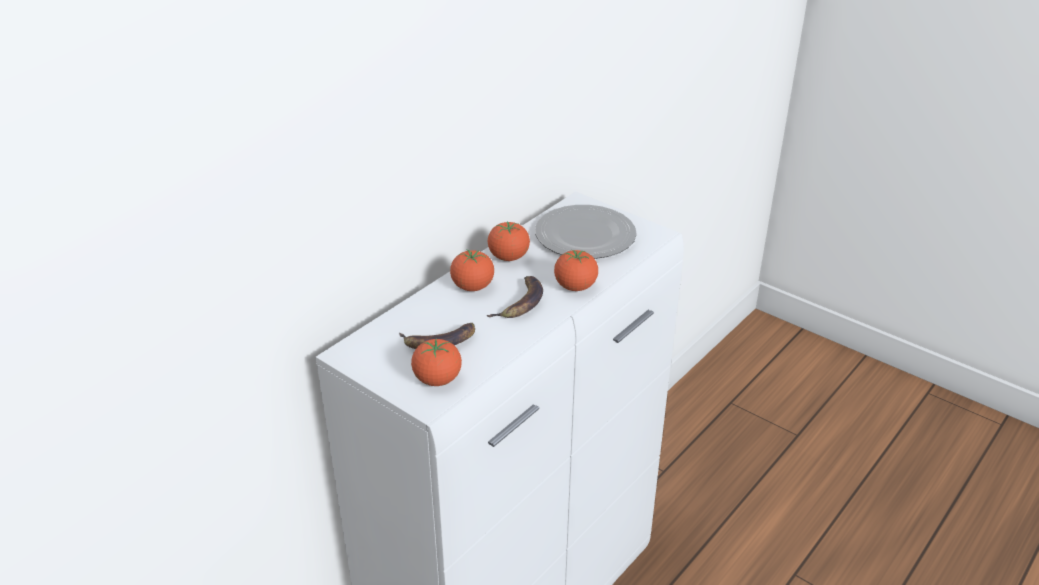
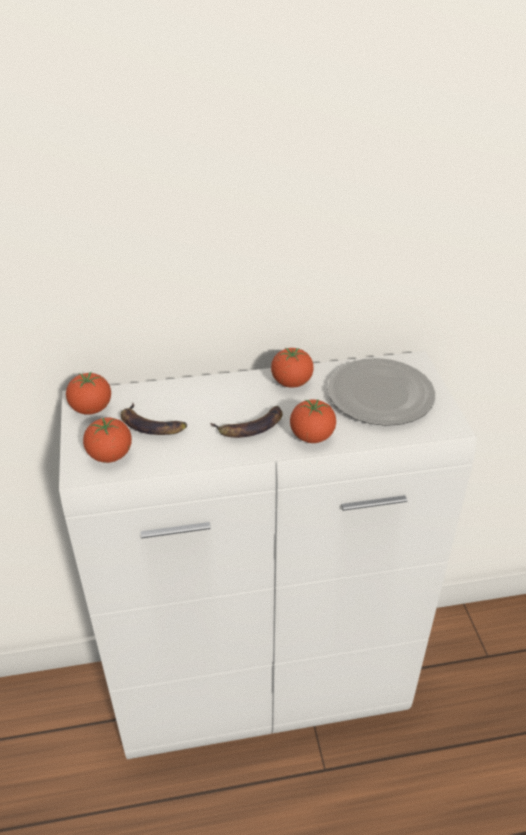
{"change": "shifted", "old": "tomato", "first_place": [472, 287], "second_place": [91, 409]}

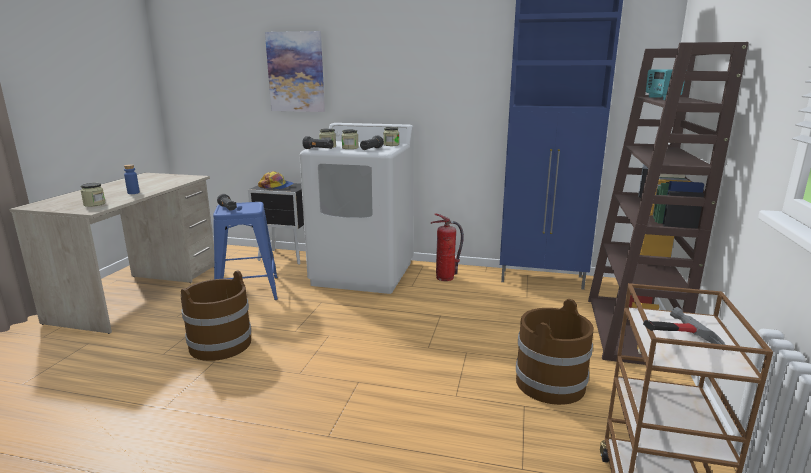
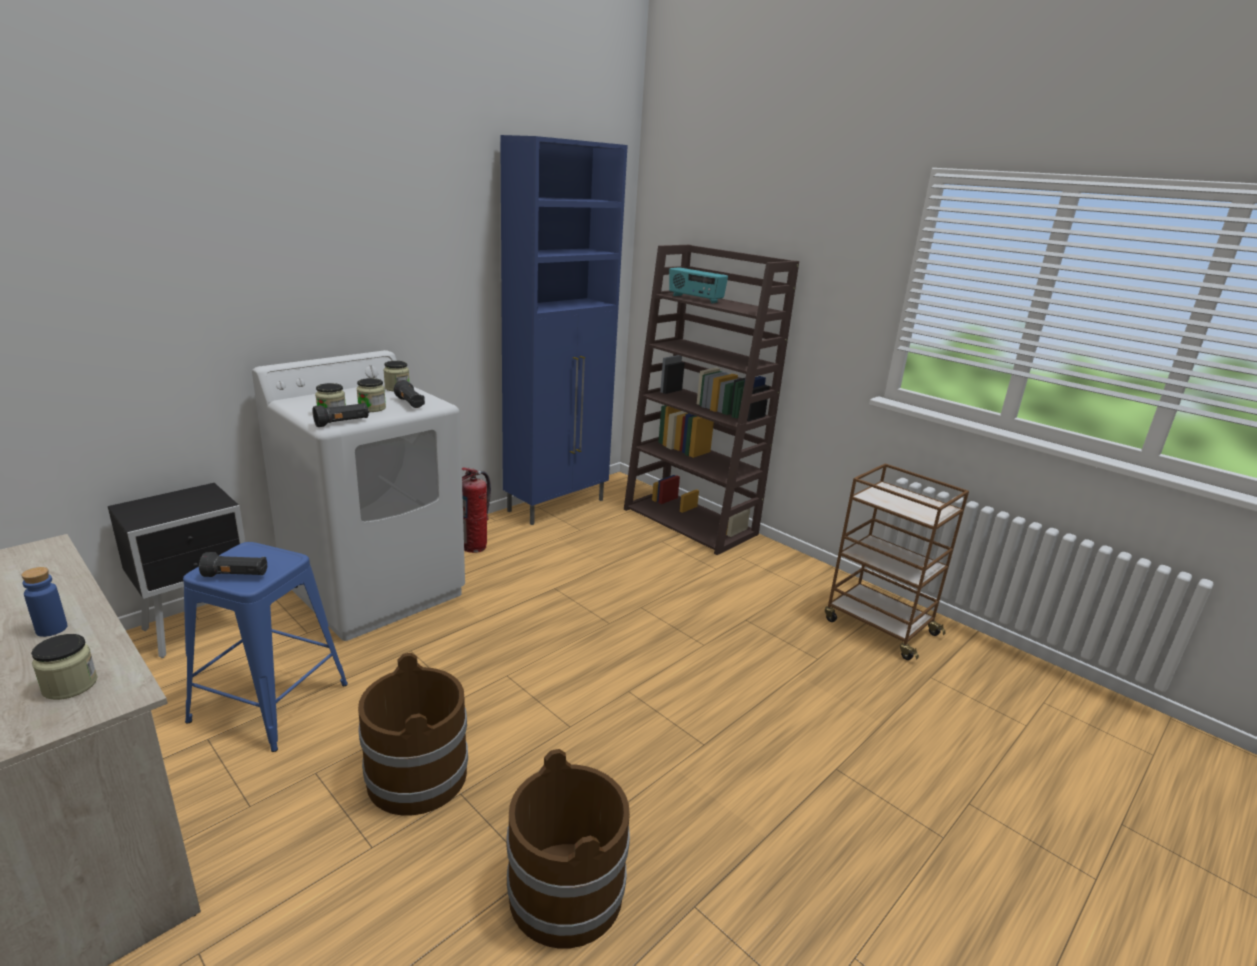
{"change": "gone", "old": "picture", "first_place": [296, 72]}
{"change": "gone", "old": "cap", "first_place": [276, 186]}
{"change": "shifted", "old": "bucket (brown)", "first_place": [550, 383], "second_place": [565, 892]}
{"change": "gone", "old": "hammer", "first_place": [673, 346]}

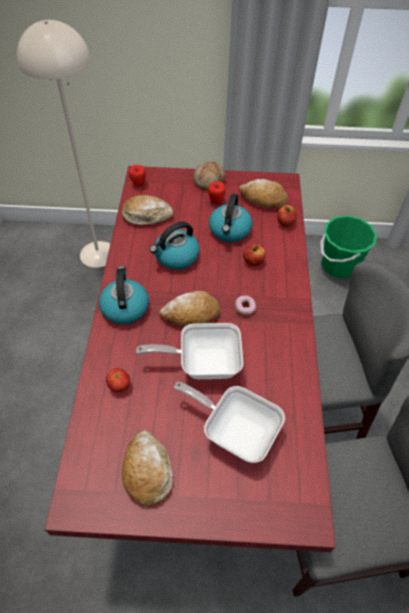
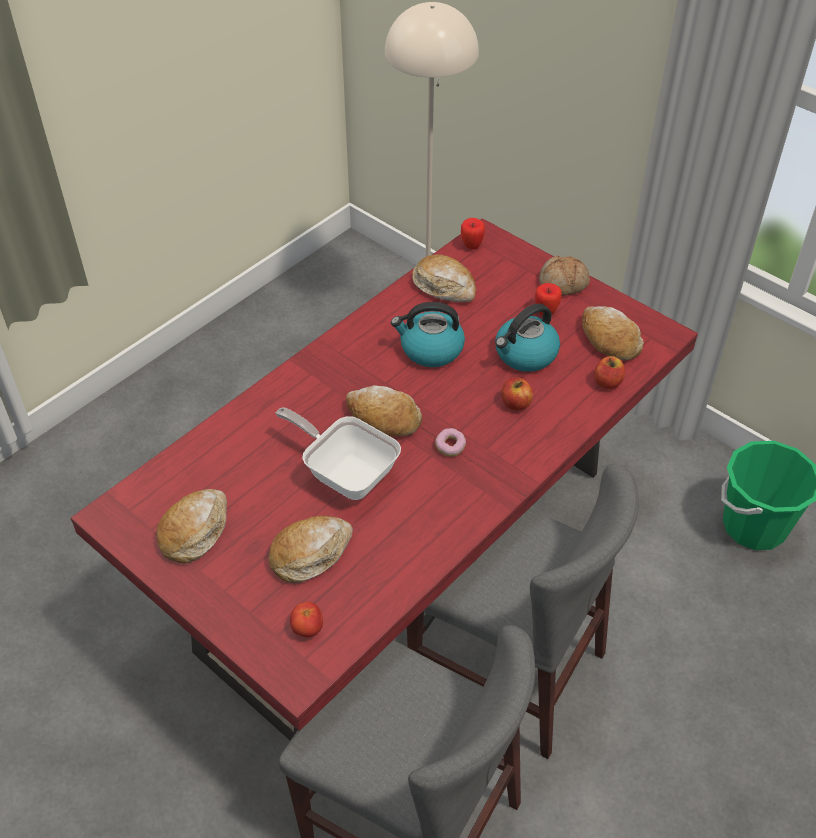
{"change": "gone", "old": "kettle", "first_place": [124, 307]}
{"change": "shifted", "old": "tomato", "first_place": [119, 386], "second_place": [307, 628]}
{"change": "swapped", "old": "frying pan", "new": "bread", "first_place": [235, 431], "second_place": [311, 554]}

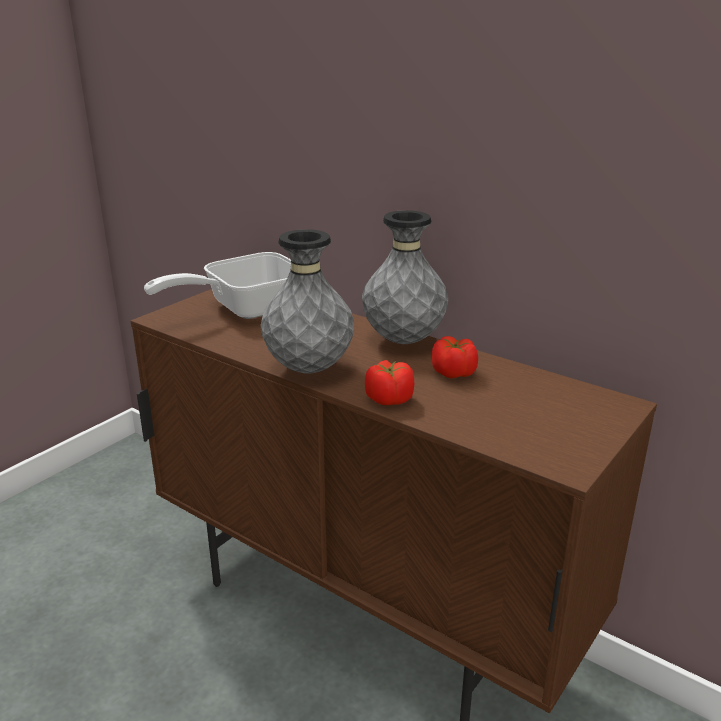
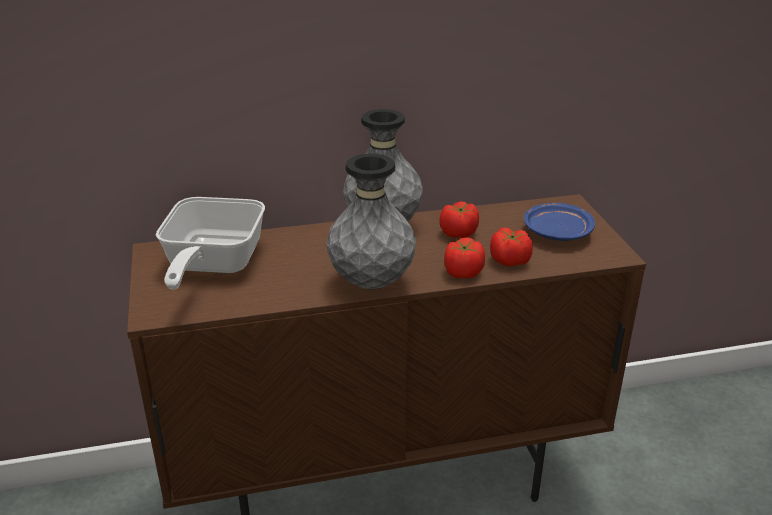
{"change": "new", "new": "plate (blue)", "second_place": [557, 232]}
{"change": "new", "new": "tomato", "second_place": [510, 261]}

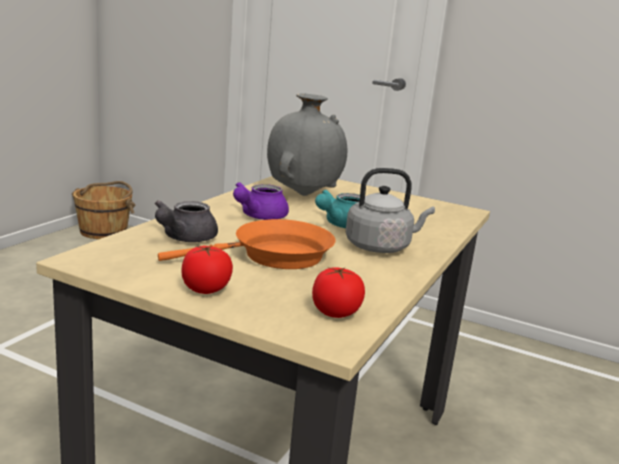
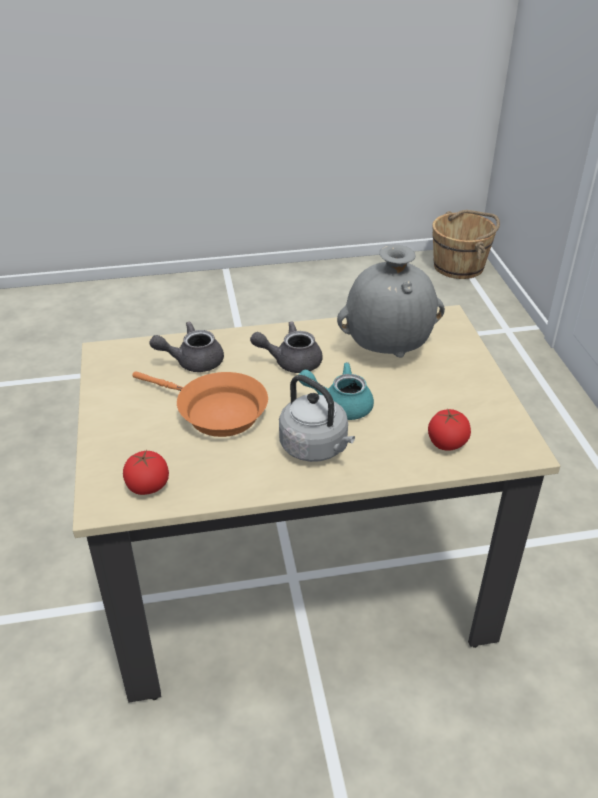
{"change": "repainted", "old": "teapot (purple)", "new": "teapot (grey)", "first_place": [258, 216], "second_place": [291, 361]}
{"change": "shifted", "old": "tomato", "first_place": [206, 289], "second_place": [446, 443]}

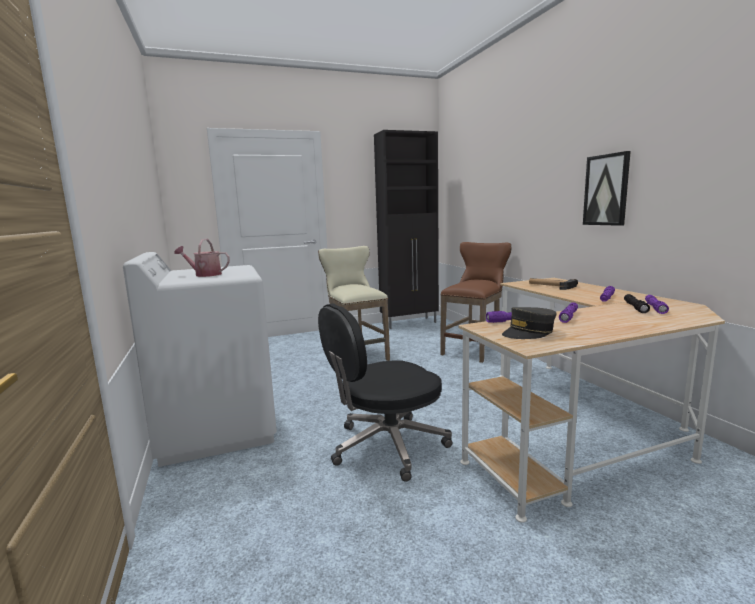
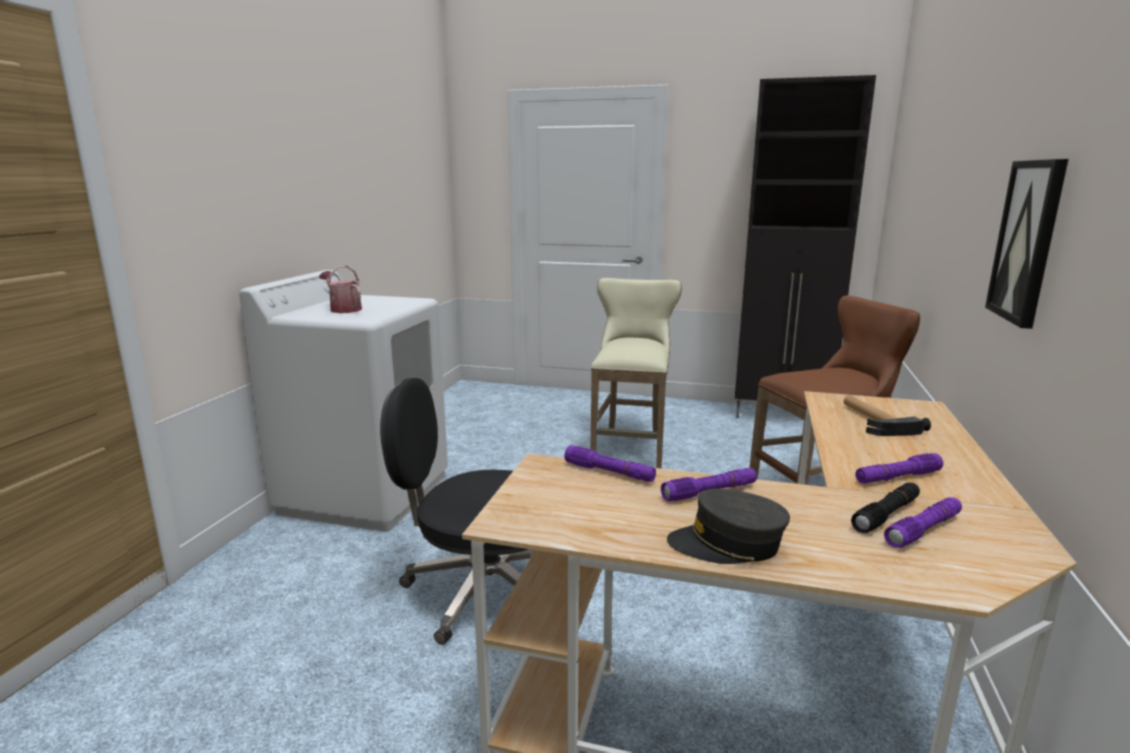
{"change": "shifted", "old": "cap (grey)", "first_place": [528, 332], "second_place": [727, 544]}

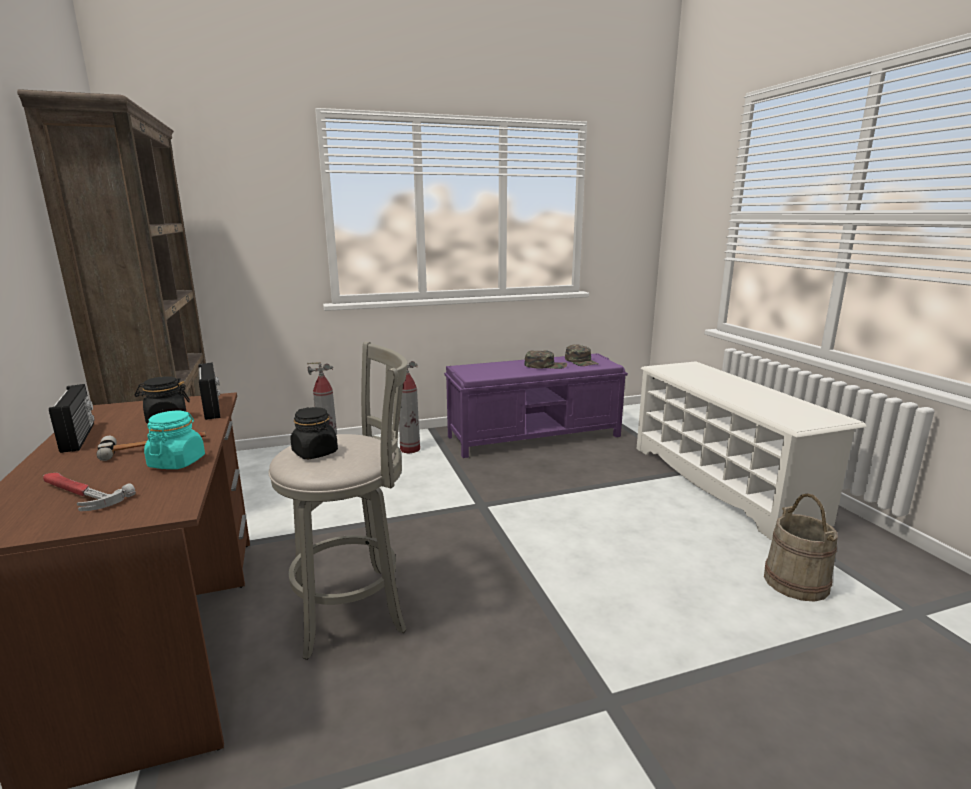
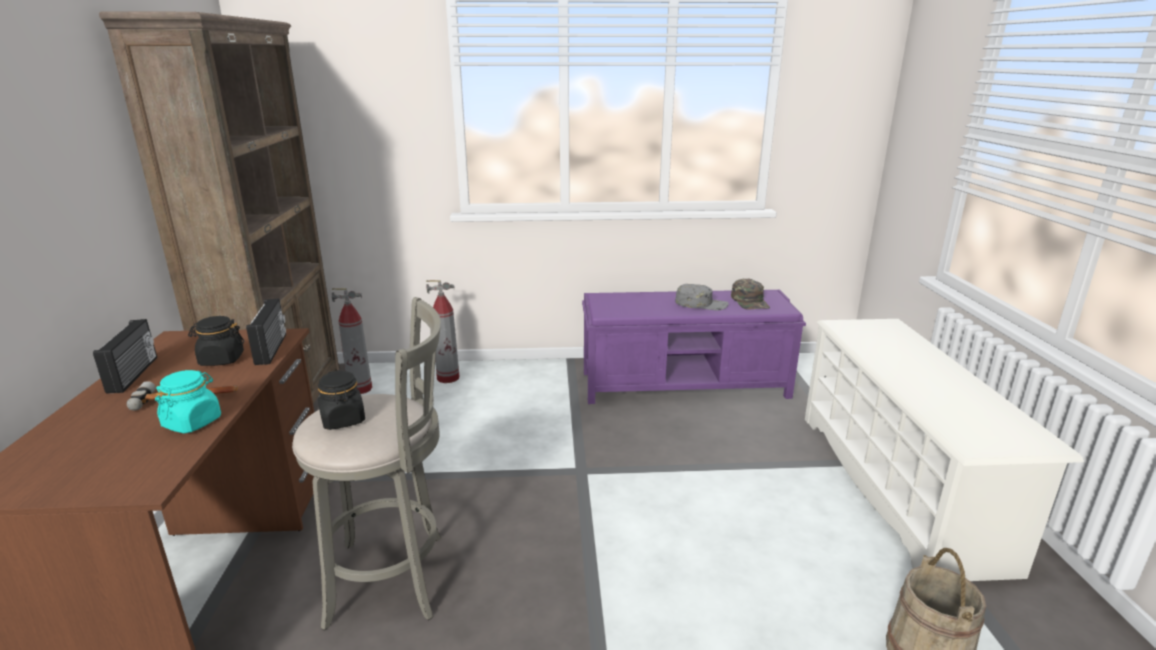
{"change": "repainted", "old": "cap (green)", "new": "cap (grey)", "first_place": [545, 365], "second_place": [701, 304]}
{"change": "shifted", "old": "fire extinguisher", "first_place": [410, 449], "second_place": [360, 389]}
{"change": "gone", "old": "hammer", "first_place": [79, 494]}

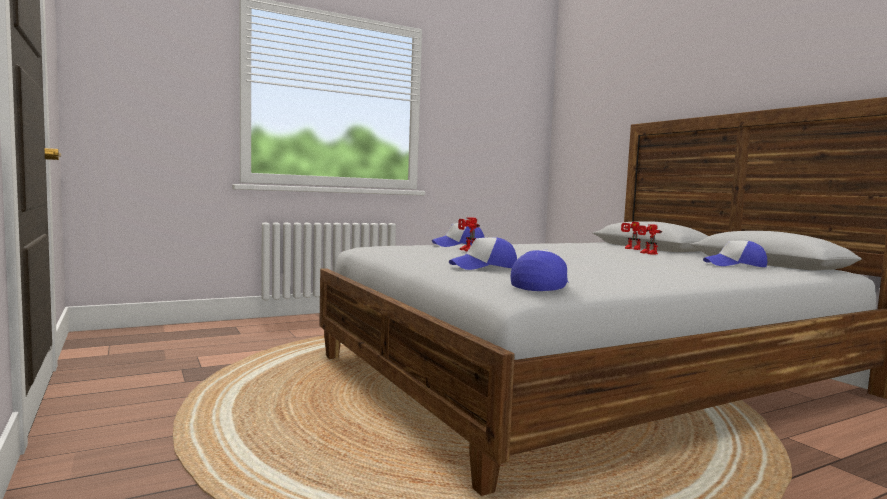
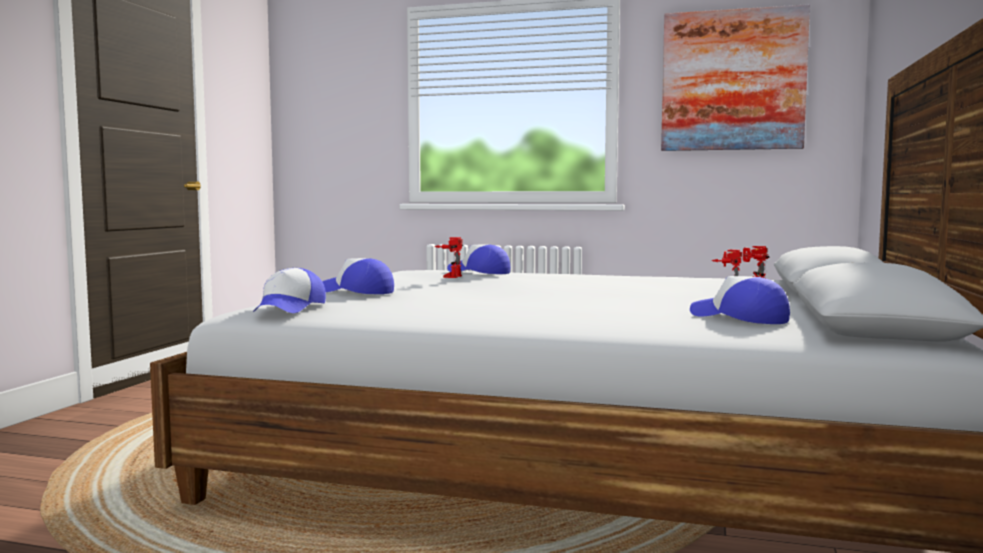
{"change": "rotated", "old": "cap", "first_place": [541, 285], "second_place": [290, 308], "degrees": 120}
{"change": "new", "new": "picture", "second_place": [732, 80]}

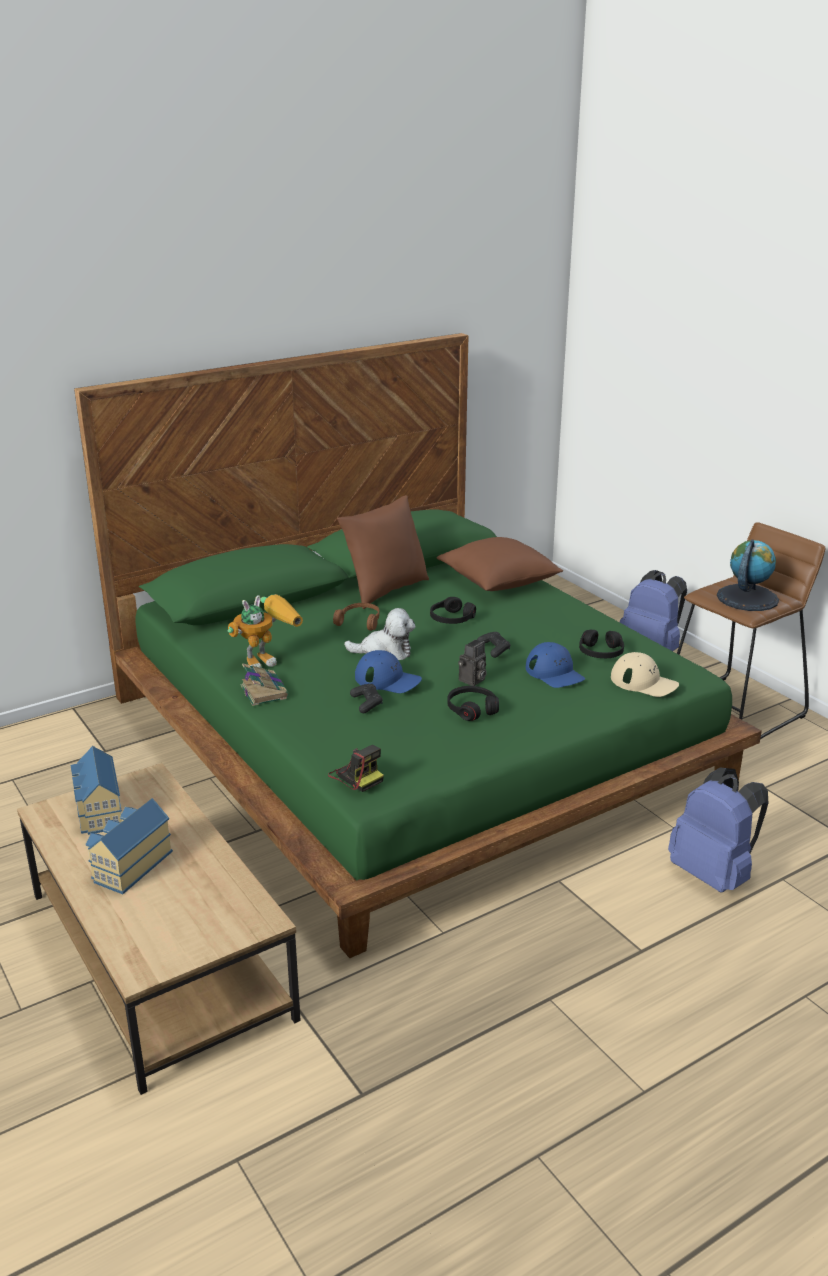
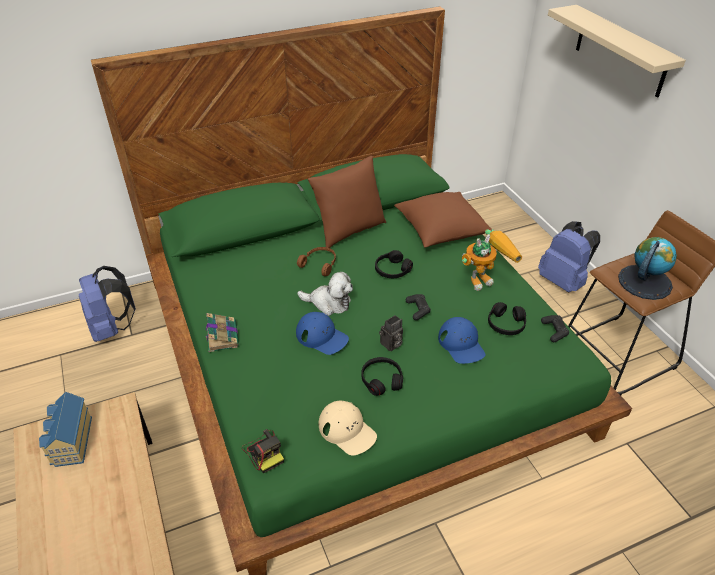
{"change": "shifted", "old": "toy robot", "first_place": [267, 659], "second_place": [485, 278]}
{"change": "shifted", "old": "cap (beige)", "first_place": [644, 682], "second_place": [347, 430]}
{"change": "shifted", "old": "game controller (black)", "first_place": [367, 703], "second_place": [554, 331]}
{"change": "shifted", "old": "backpack (blue)", "first_place": [713, 874], "second_place": [111, 328]}
{"change": "gone", "old": "toy house", "first_place": [129, 865]}
{"change": "new", "new": "shelf (beige)", "second_place": [620, 51]}

